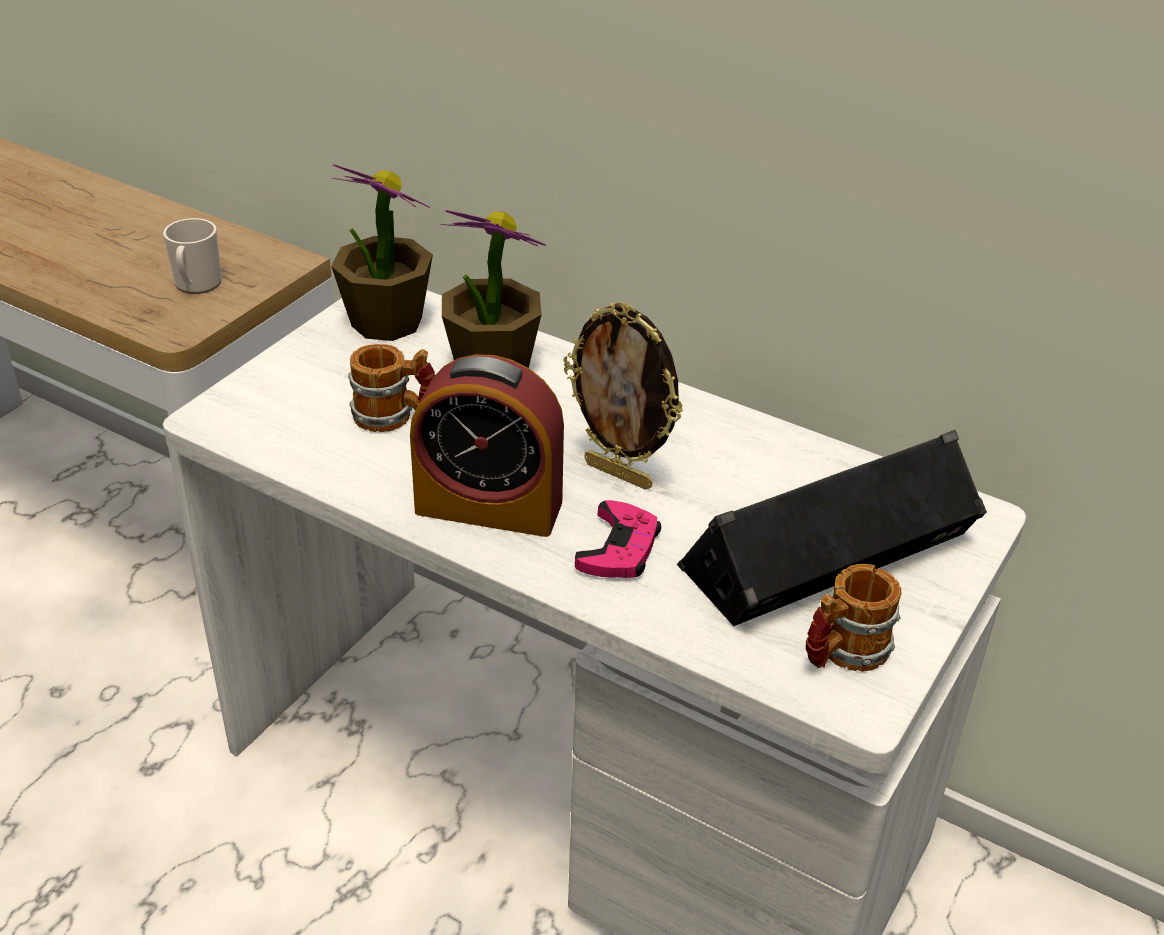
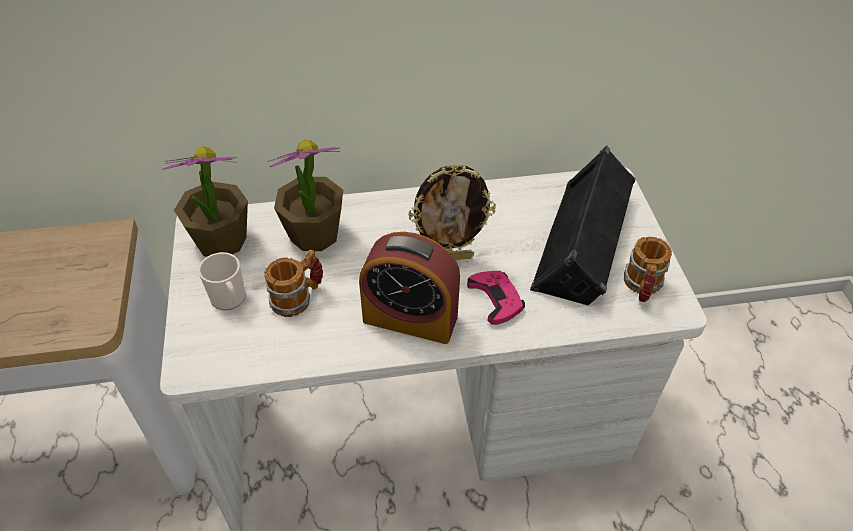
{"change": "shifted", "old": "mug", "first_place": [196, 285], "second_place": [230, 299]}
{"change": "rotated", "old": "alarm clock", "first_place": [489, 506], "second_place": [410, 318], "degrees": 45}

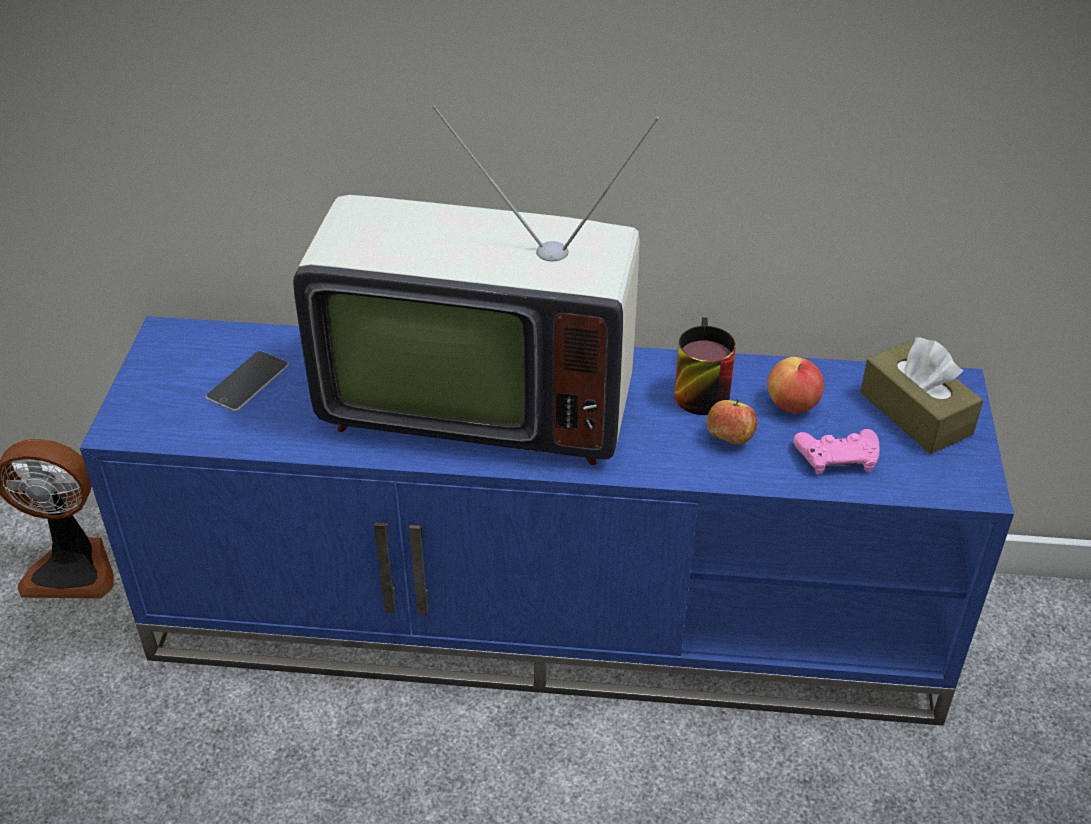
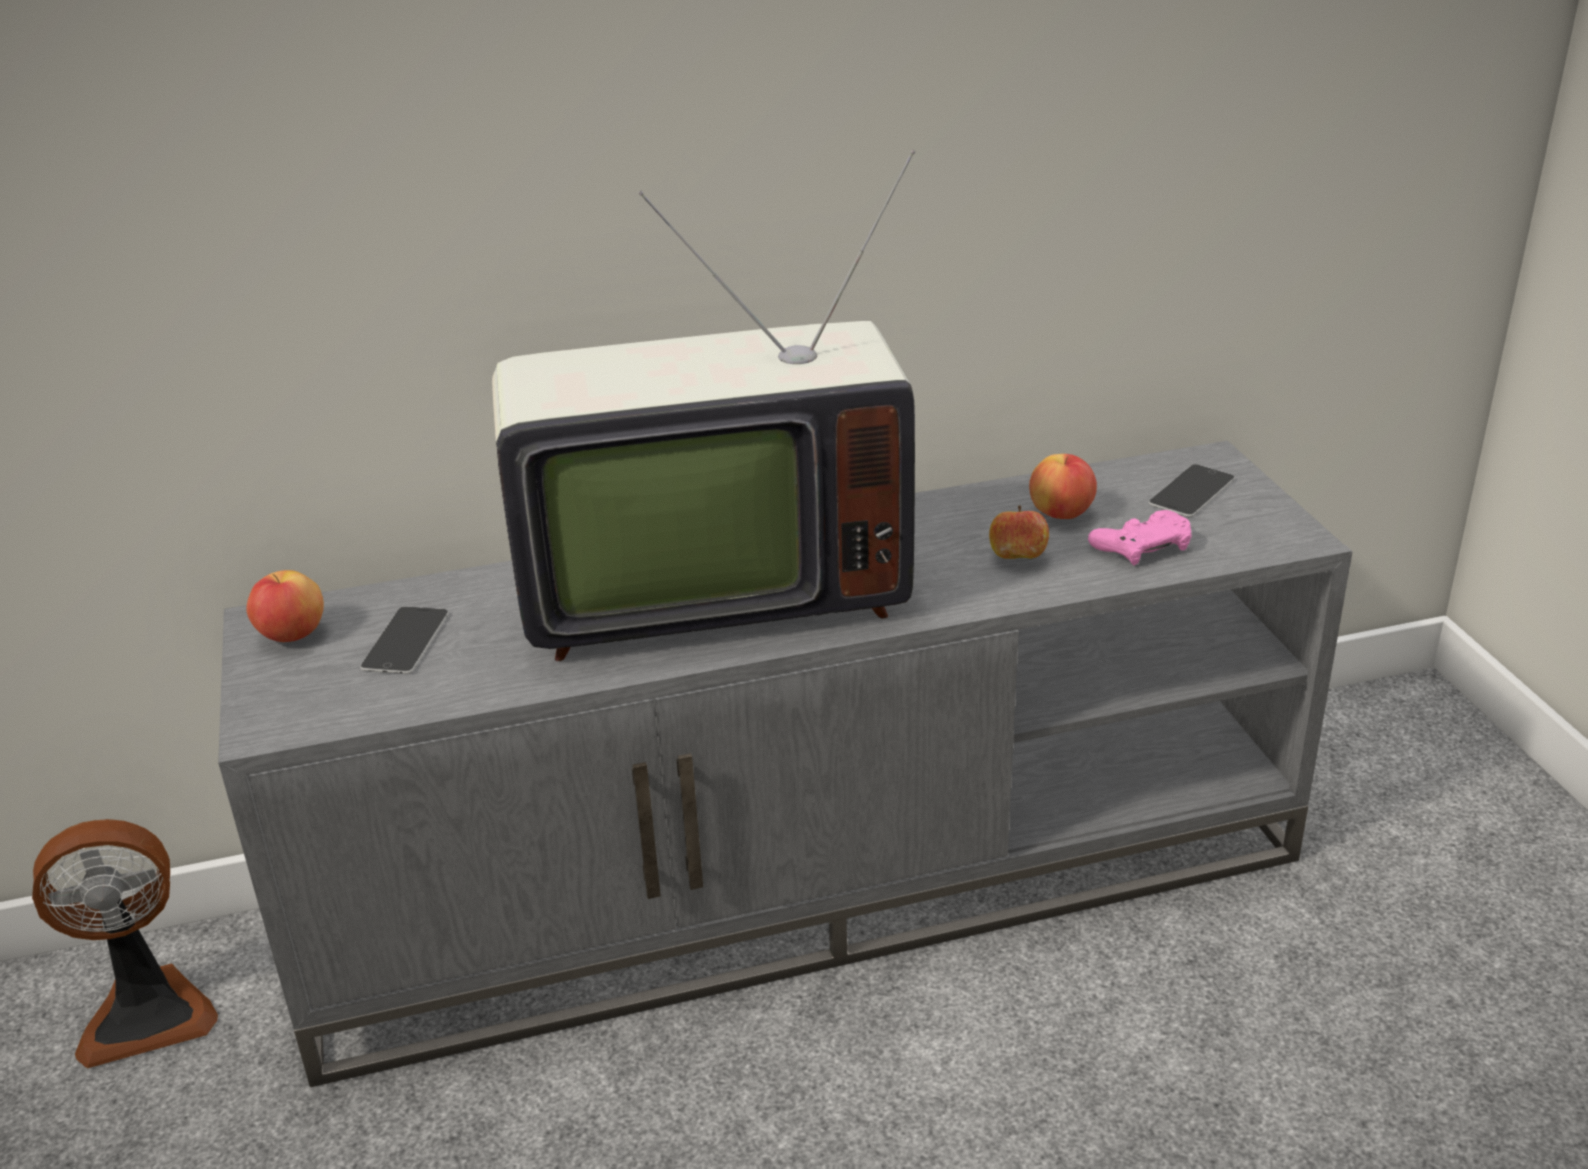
{"change": "repainted", "old": "tv stand (blue)", "new": "tv stand (grey)", "first_place": [550, 616], "second_place": [808, 883]}
{"change": "gone", "old": "mug", "first_place": [696, 389]}
{"change": "swapped", "old": "tissue box (brown)", "new": "phone", "first_place": [915, 413], "second_place": [1192, 491]}
{"change": "new", "new": "apple", "second_place": [292, 635]}

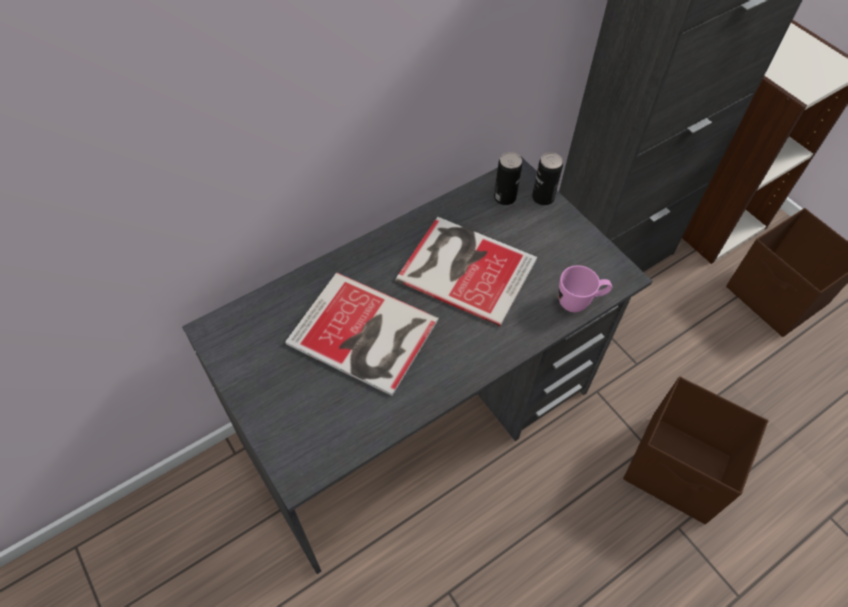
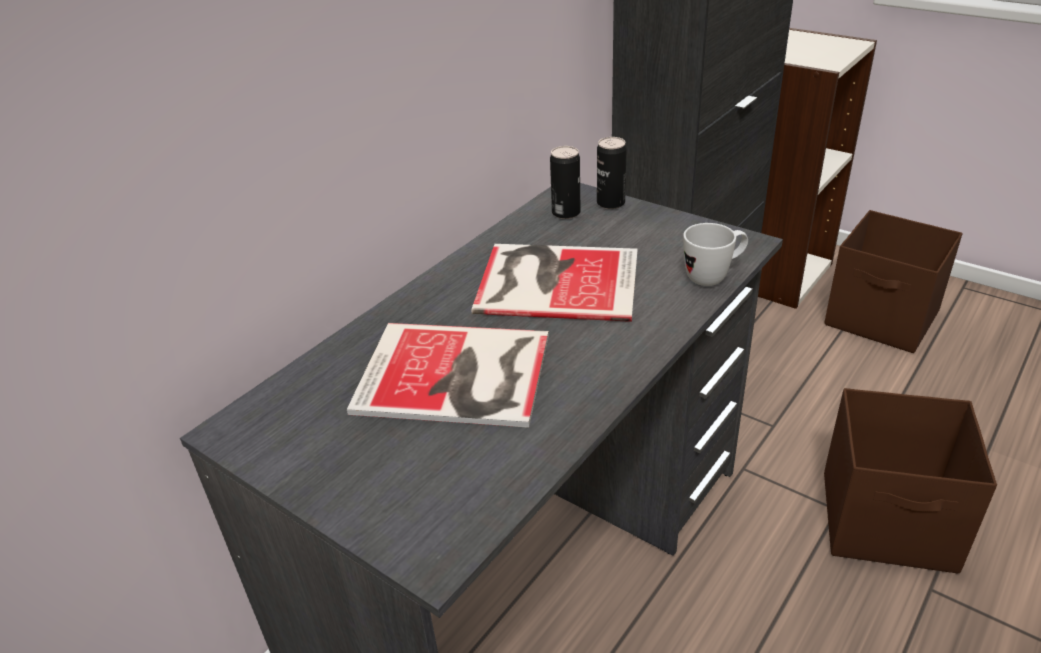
{"change": "repainted", "old": "mug (pink)", "new": "mug (white)", "first_place": [579, 302], "second_place": [713, 276]}

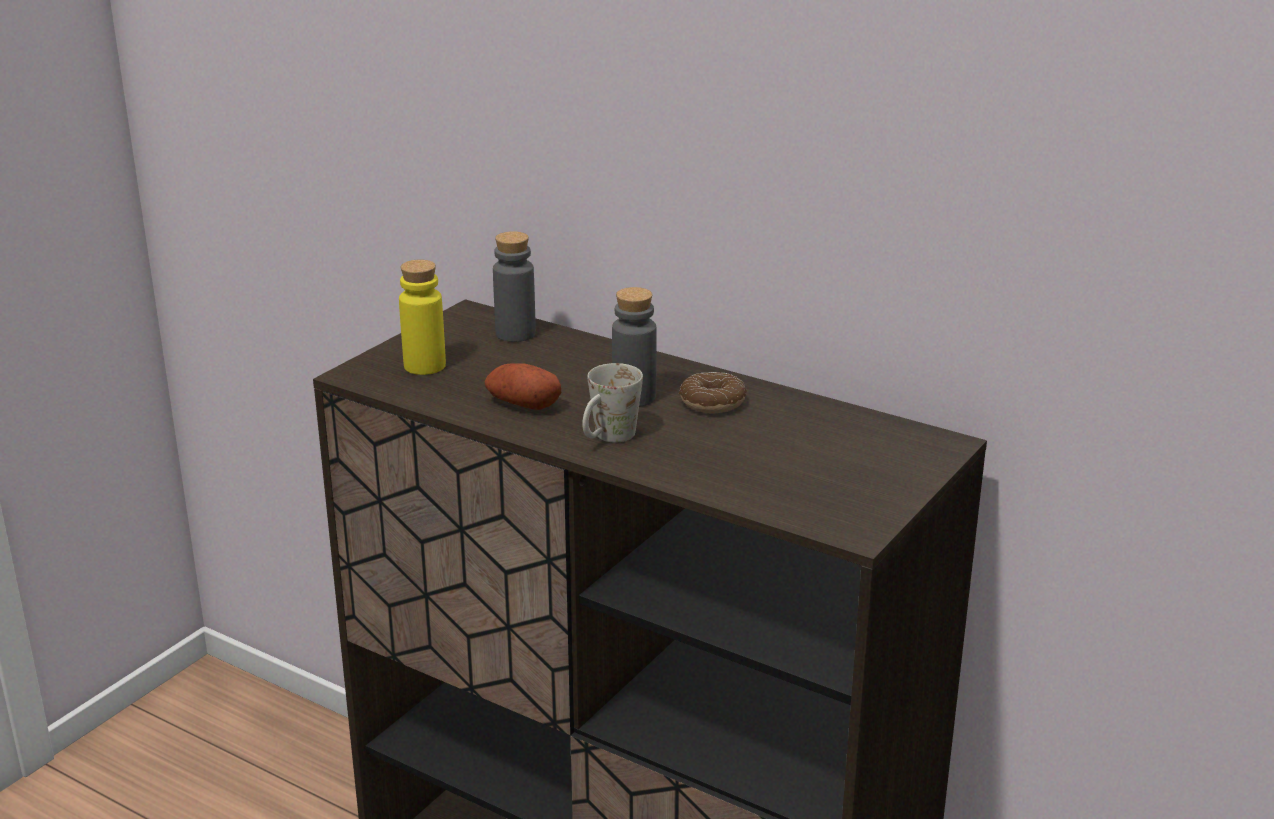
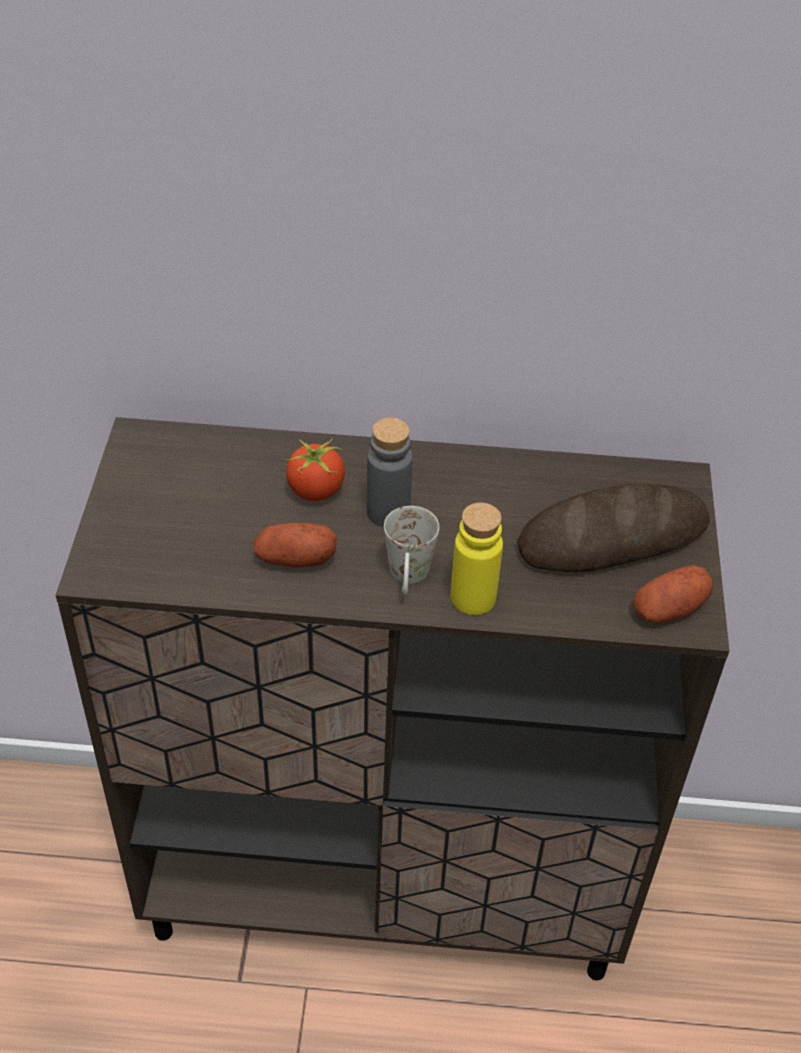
{"change": "gone", "old": "bottle (grey)", "first_place": [515, 334]}
{"change": "shifted", "old": "bottle (yellow)", "first_place": [424, 366], "second_place": [473, 597]}
{"change": "gone", "old": "donut", "first_place": [712, 402]}
{"change": "new", "new": "tomato", "second_place": [315, 491]}
{"change": "new", "new": "bread", "second_place": [612, 538]}
{"change": "new", "new": "potato", "second_place": [669, 609]}

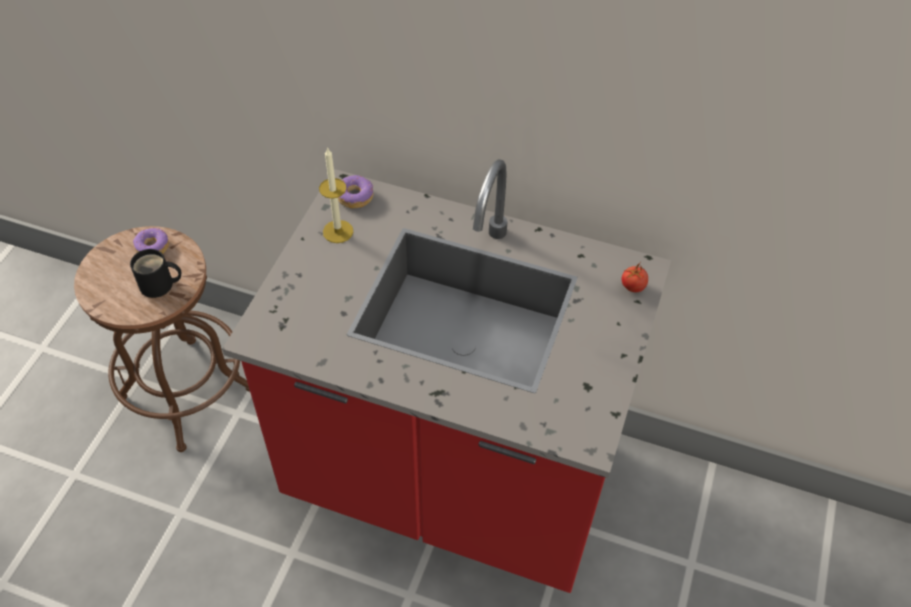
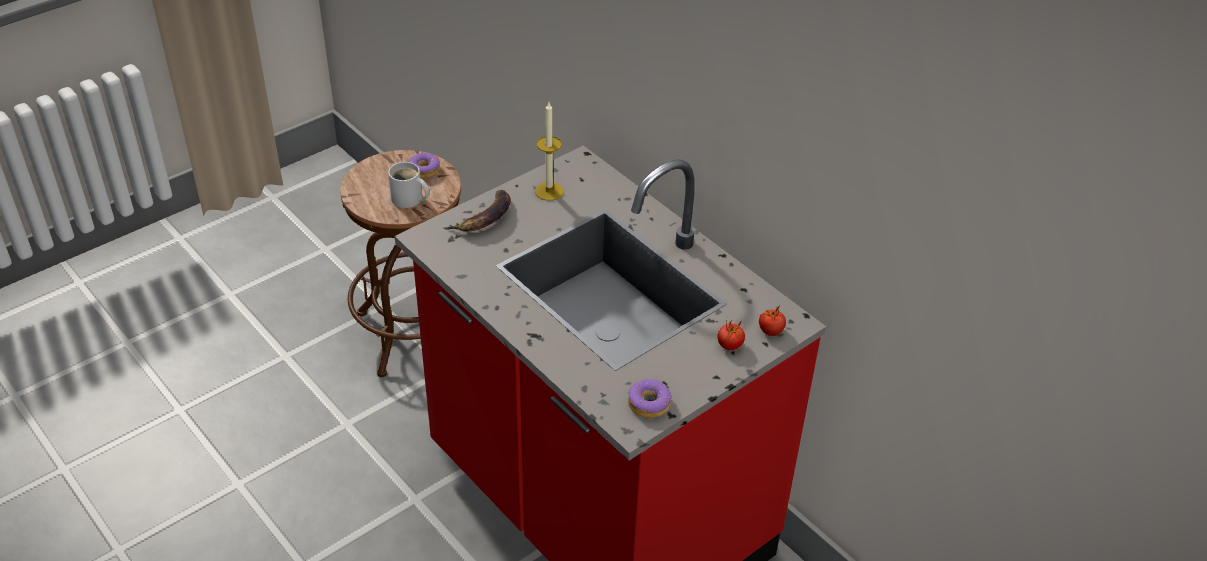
{"change": "shifted", "old": "donut", "first_place": [355, 196], "second_place": [649, 404]}
{"change": "repainted", "old": "mug (black)", "new": "mug (white)", "first_place": [159, 285], "second_place": [408, 200]}
{"change": "new", "new": "banana", "second_place": [484, 218]}
{"change": "new", "new": "tomato", "second_place": [730, 346]}

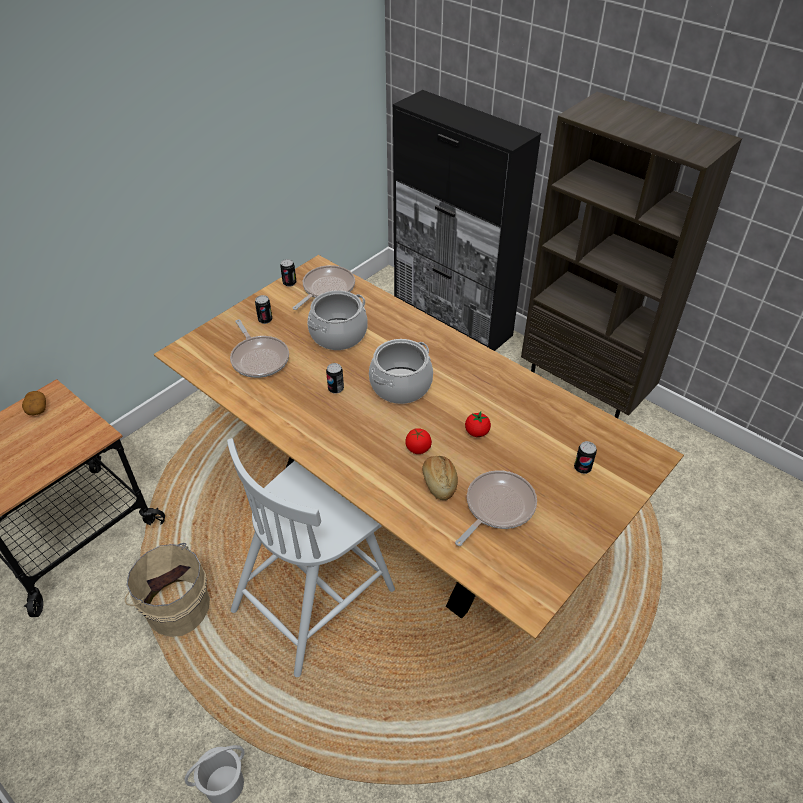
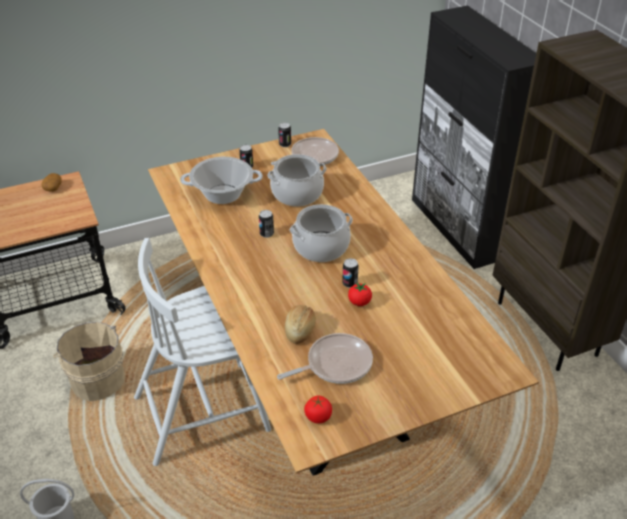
{"change": "swapped", "old": "frying pan", "new": "cooking pot", "first_place": [259, 358], "second_place": [223, 194]}
{"change": "shifted", "old": "tomato", "first_place": [418, 448], "second_place": [318, 416]}
{"change": "shifted", "old": "can", "first_place": [582, 468], "second_place": [349, 283]}

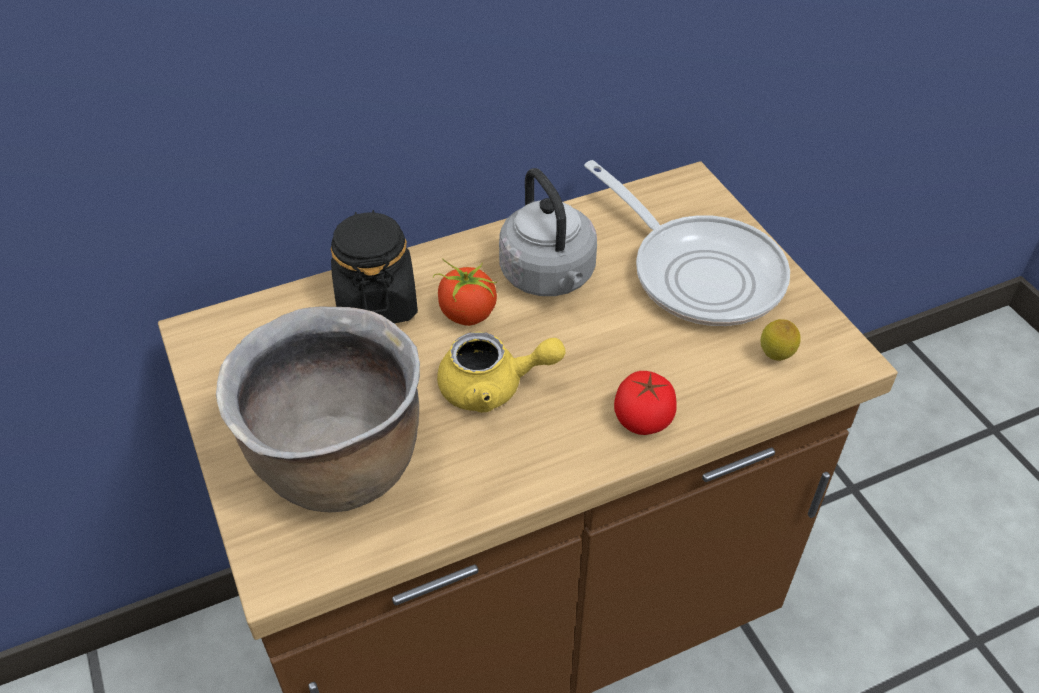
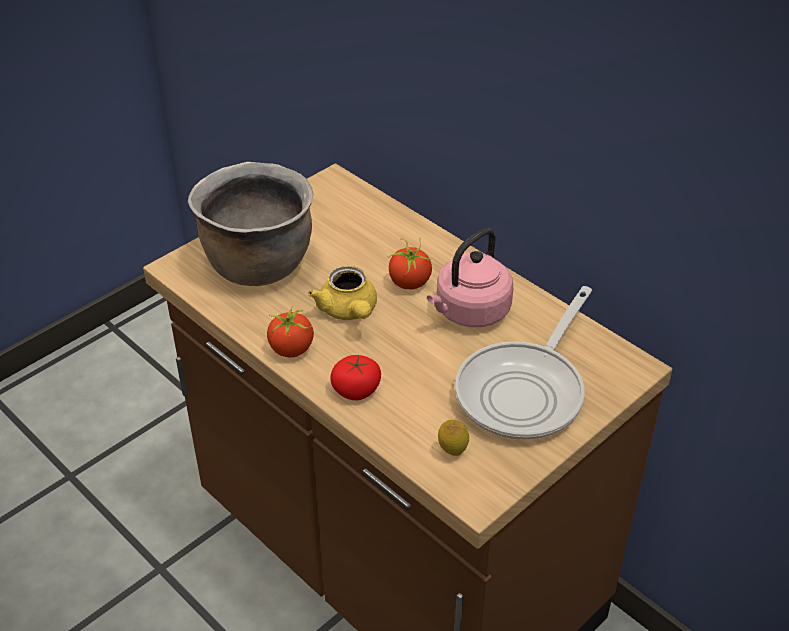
{"change": "repainted", "old": "kettle (grey)", "new": "kettle (pink)", "first_place": [549, 277], "second_place": [469, 312]}
{"change": "gone", "old": "jar (black)", "first_place": [376, 302]}
{"change": "new", "new": "tomato", "second_place": [291, 349]}

